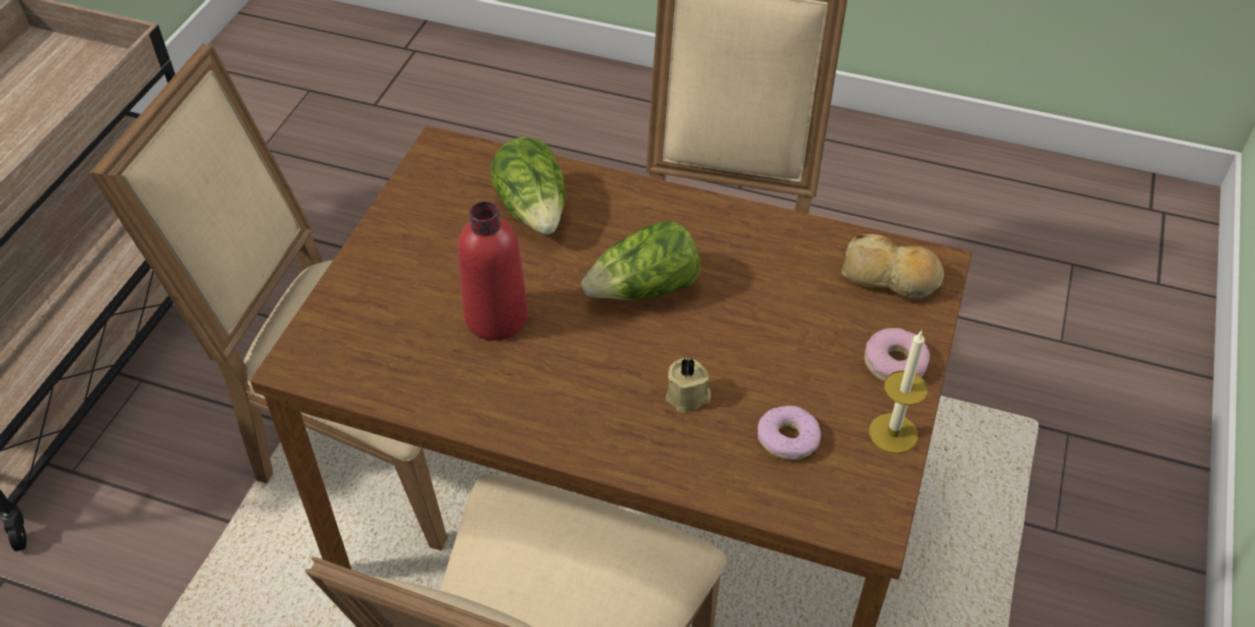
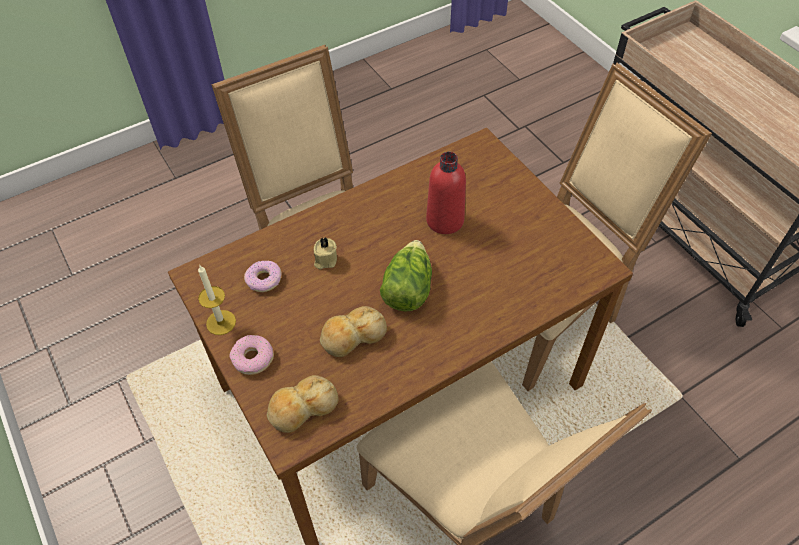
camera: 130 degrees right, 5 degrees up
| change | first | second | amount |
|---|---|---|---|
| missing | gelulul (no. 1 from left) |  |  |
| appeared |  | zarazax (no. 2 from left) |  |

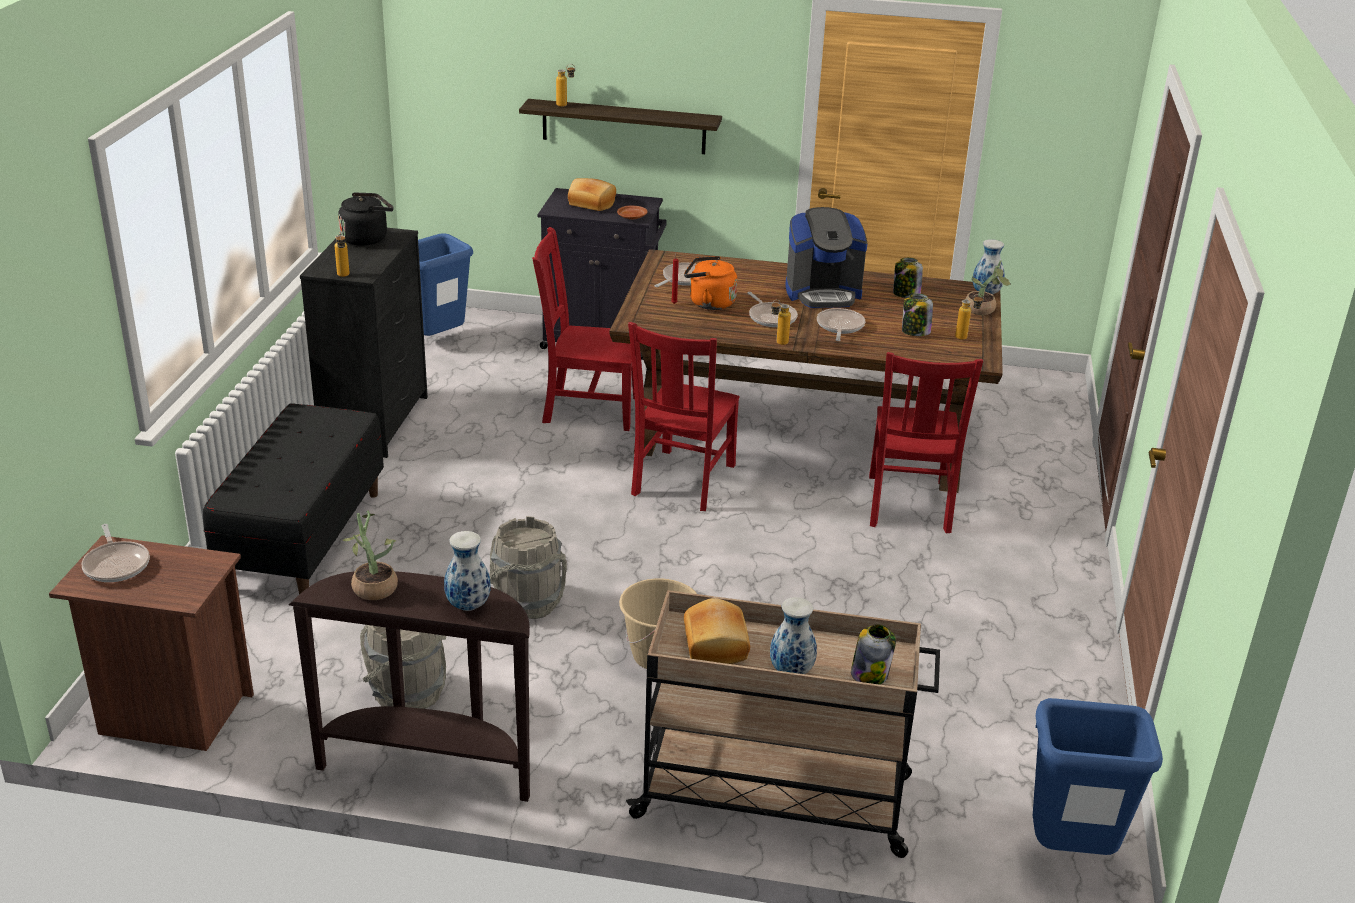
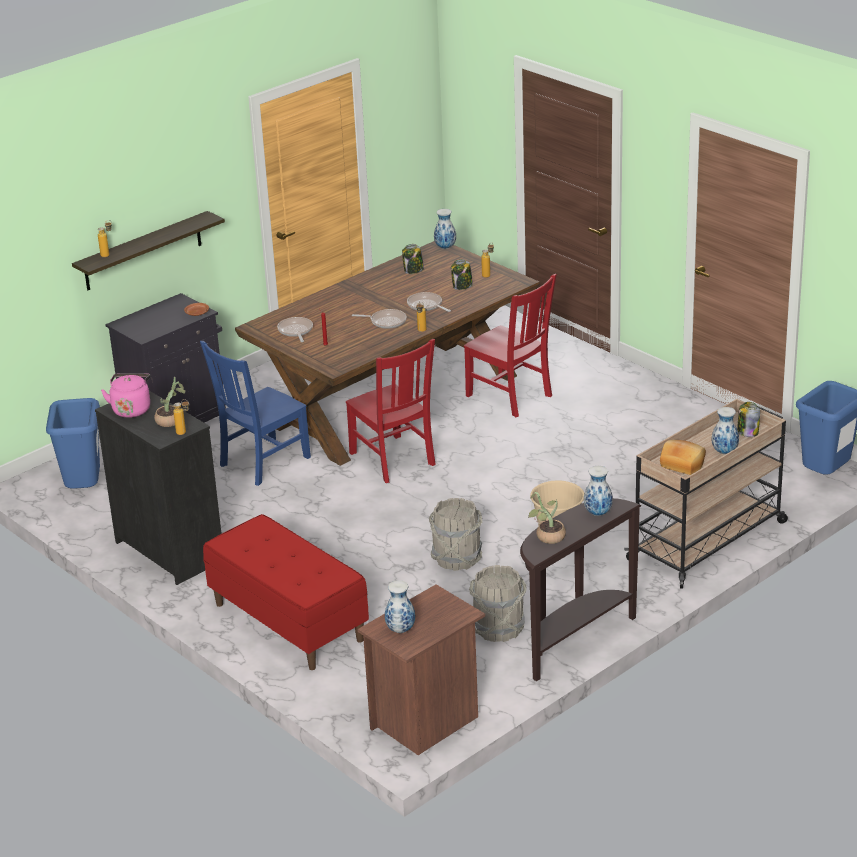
camera: 50 degrees left, 0 degrees up
| change | first | second | amount |
|---|---|---|---|
| missing | zarazax (no. 1 from left) |  |  |
| colour | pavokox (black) | pavokox (pink) |  |
| missing | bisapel |  |  |
| colour | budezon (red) (no. 1 from left) | budezon (blue) |  |
| missing | pavokox (orange) |  |  |
| relocated | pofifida (no. 2 from left in the first image) | pofifida (no. 1 from left) |  |
| colour | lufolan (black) | lufolan (red) |  |
| exchanged | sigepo (no. 1 from left) | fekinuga (no. 1 from left) |  |

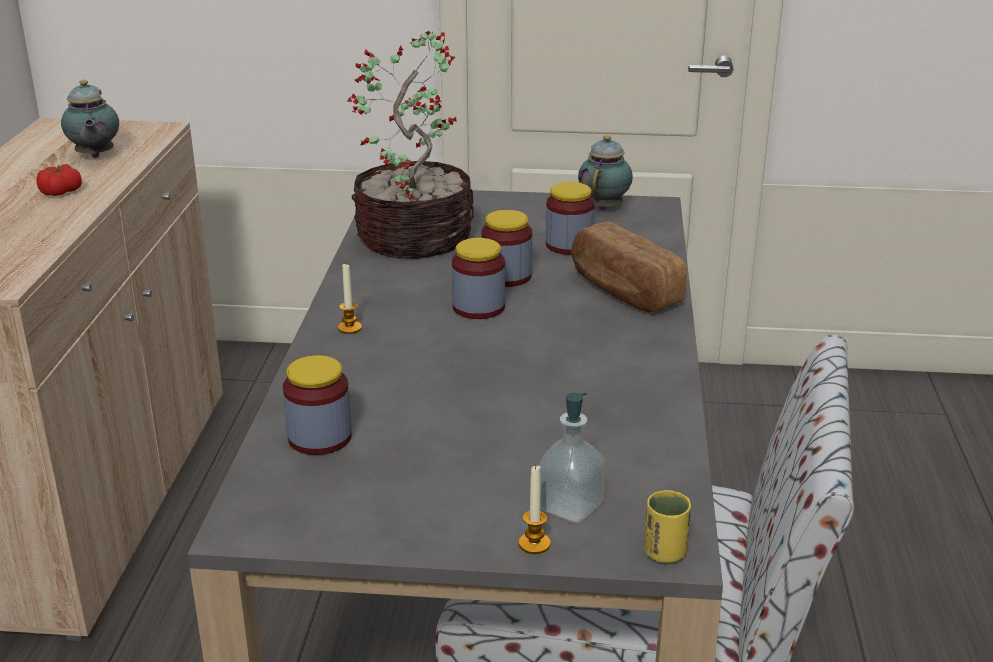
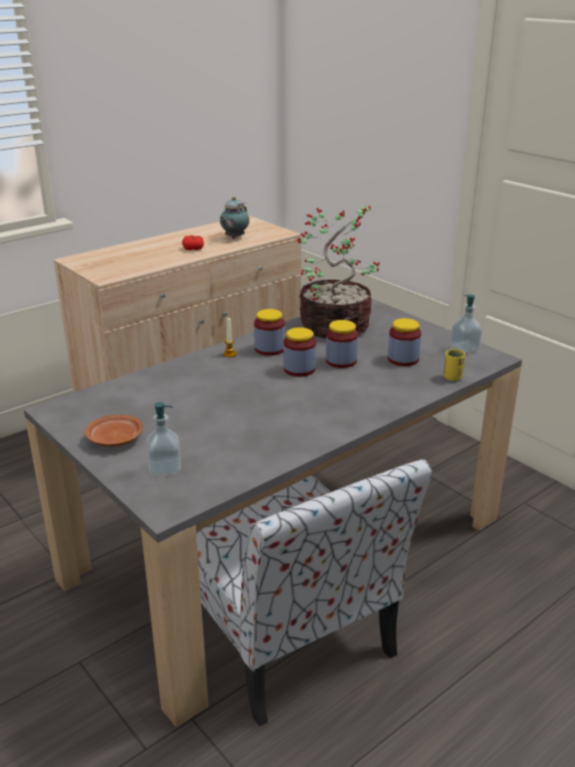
camera: 45 degrees right, 0 degrees up
| change | first | second | amount |
|---|---|---|---|
| exchanged | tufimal (no. 2 from left) | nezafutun (no. 2 from left) |  |
| missing | zarazax |  |  |
| relocated | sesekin (no. 1 from left) |  |  |
| missing | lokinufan (no. 2 from left) |  |  |
| relocated | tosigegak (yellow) |  |  |
| appeared |  | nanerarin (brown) |  |

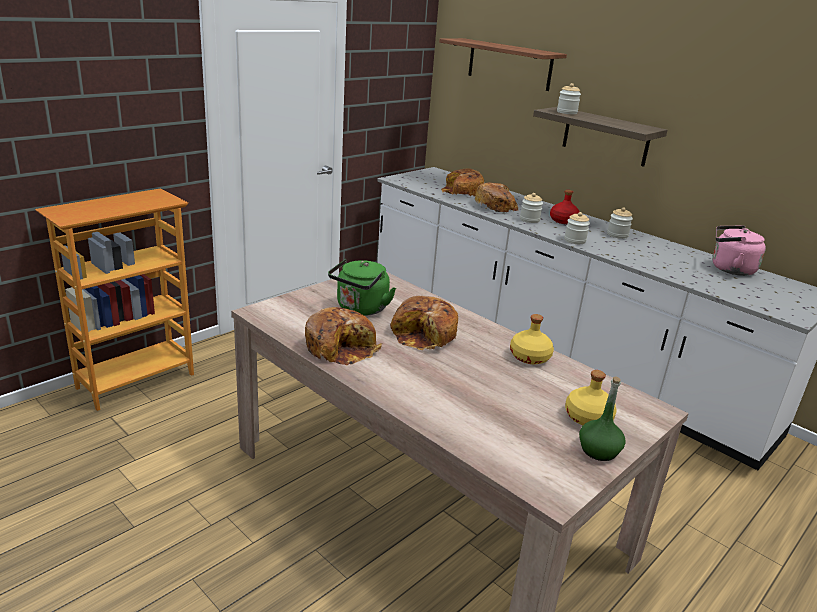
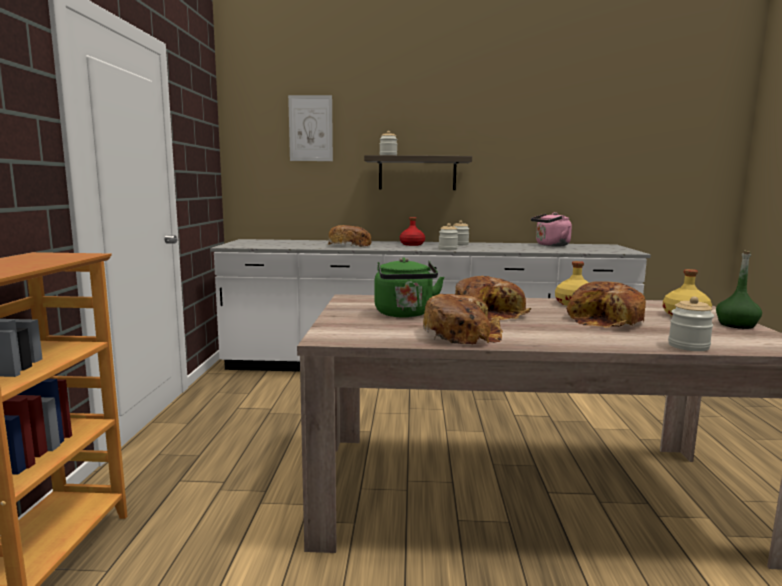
camera: 40 degrees left, 15 degrees down
| change | first | second | amount |
|---|---|---|---|
| exchanged | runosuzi (no. 1 from left) | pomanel |  |
| relocated | zarazax (no. 3 from left in the first image) | zarazax (no. 4 from left) |  |
| relocated | sesekin (no. 1 from left in the first image) | sesekin (no. 4 from left) |  |

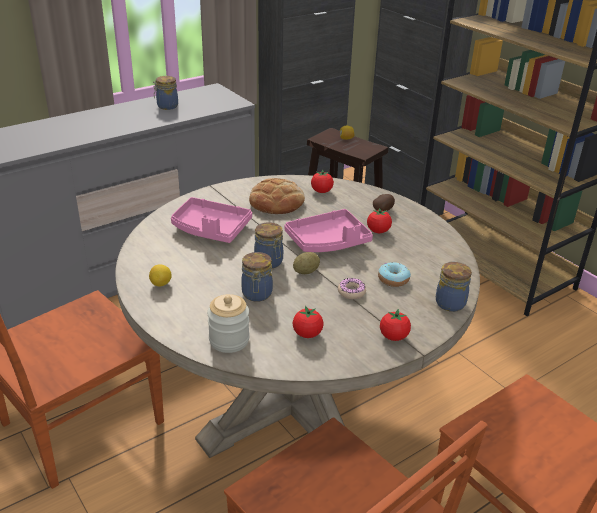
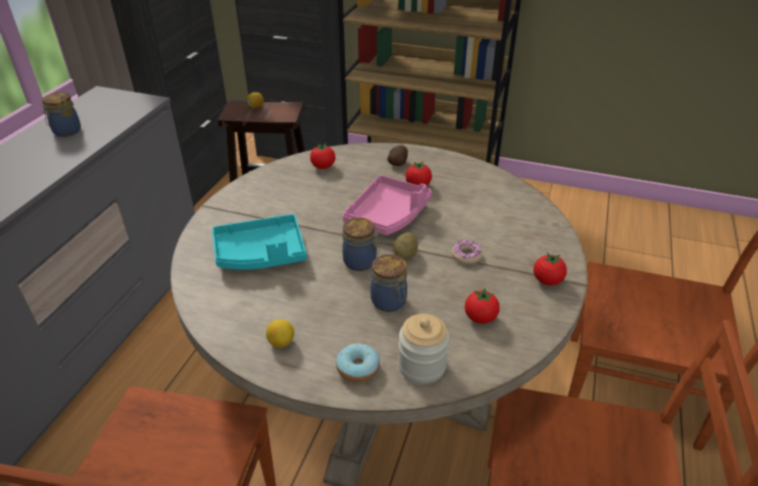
camera: 35 degrees left, 5 degrees up
| change | first | second | amount |
|---|---|---|---|
| missing | zarazax |  |  |
| colour | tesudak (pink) (no. 1 from left) | tesudak (turquoise) |  |
| relocated | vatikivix (no. 2 from left in the first image) | vatikivix (no. 1 from left) |  |
| missing | sesekin (no. 5 from left) |  |  |

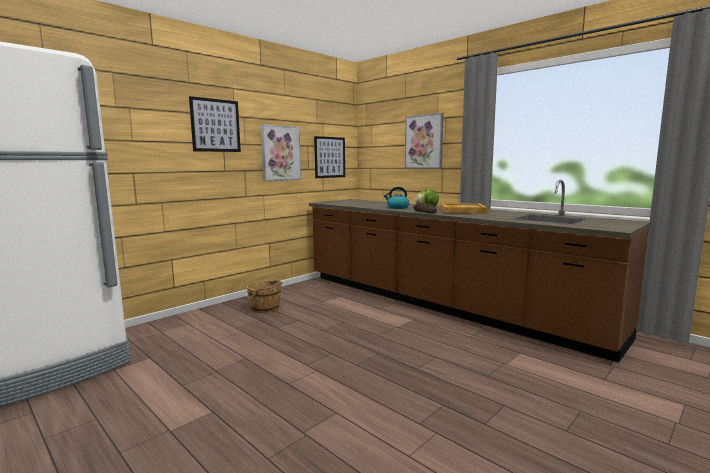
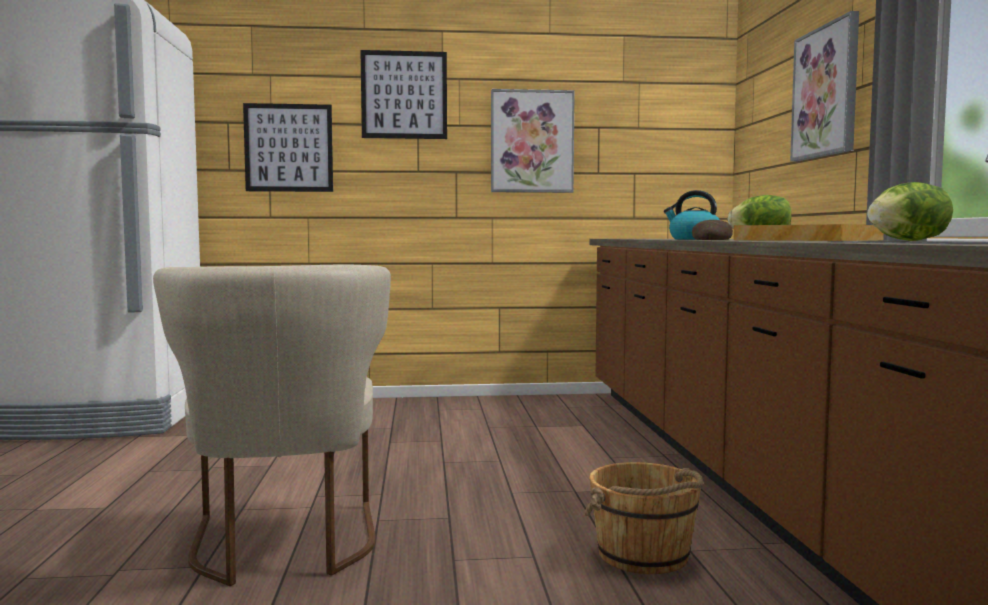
camera: 40 degrees right, 5 degrees down
| change | first | second | amount |
|---|---|---|---|
| relocated | pomanel (no. 3 from left in the first image) | pomanel (no. 1 from left) |  |
| relocated | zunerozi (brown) |  |  |
| appeared |  | gelulul (no. 2 from left) |  |
| appeared |  | budezon (beige) |  |

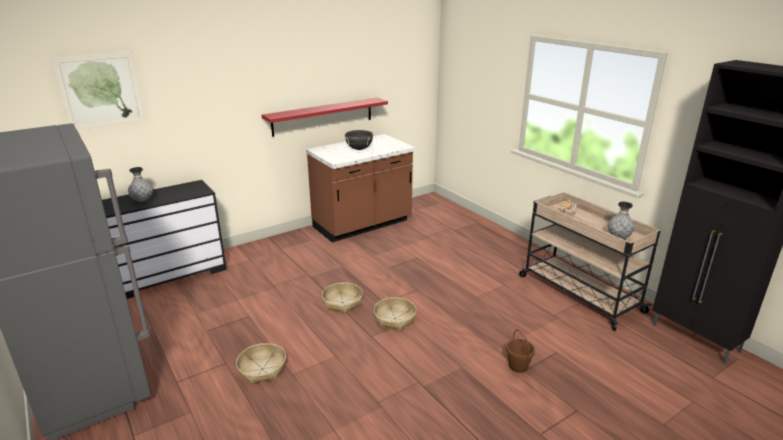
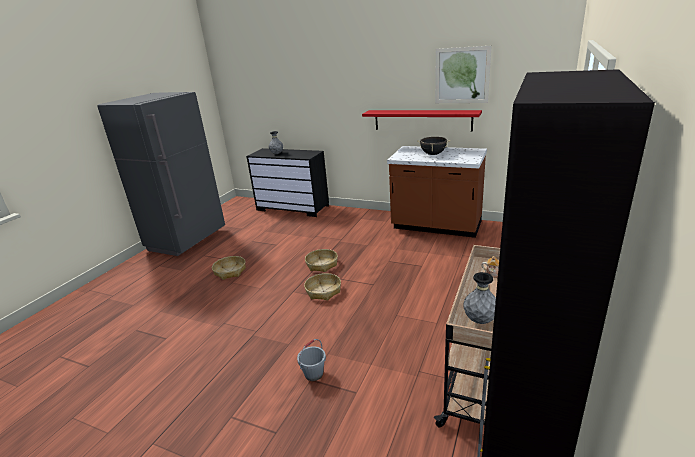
camera: 60 degrees right, 0 degrees up
| change | first | second | amount |
|---|---|---|---|
| relocated | pomanel |  |  |
| colour | zunerozi (brown) | zunerozi (grey) |  |

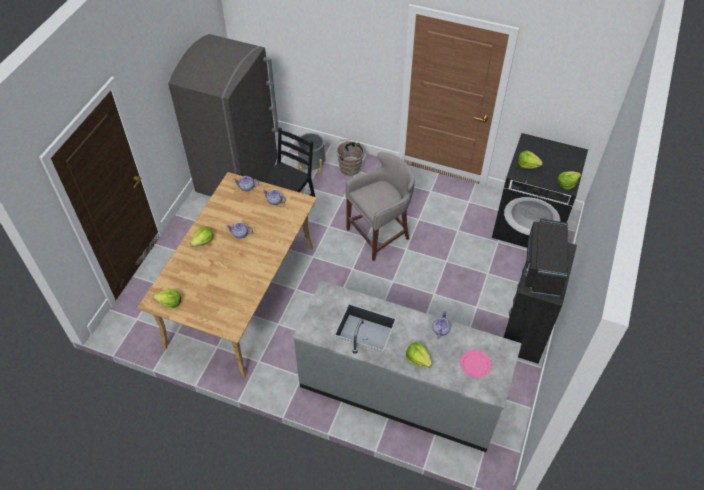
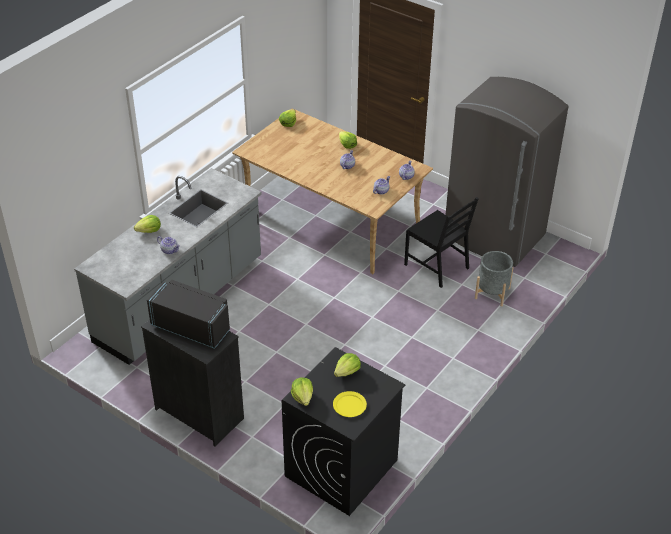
camera: 105 degrees right, 10 degrees down
| change | first | second | amount |
|---|---|---|---|
| missing | zunerozi (brown) |  |  |
| missing | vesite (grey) |  |  |
| missing | nanerarin (pink) |  |  |
| appeared |  | nanerarin (yellow) |  |

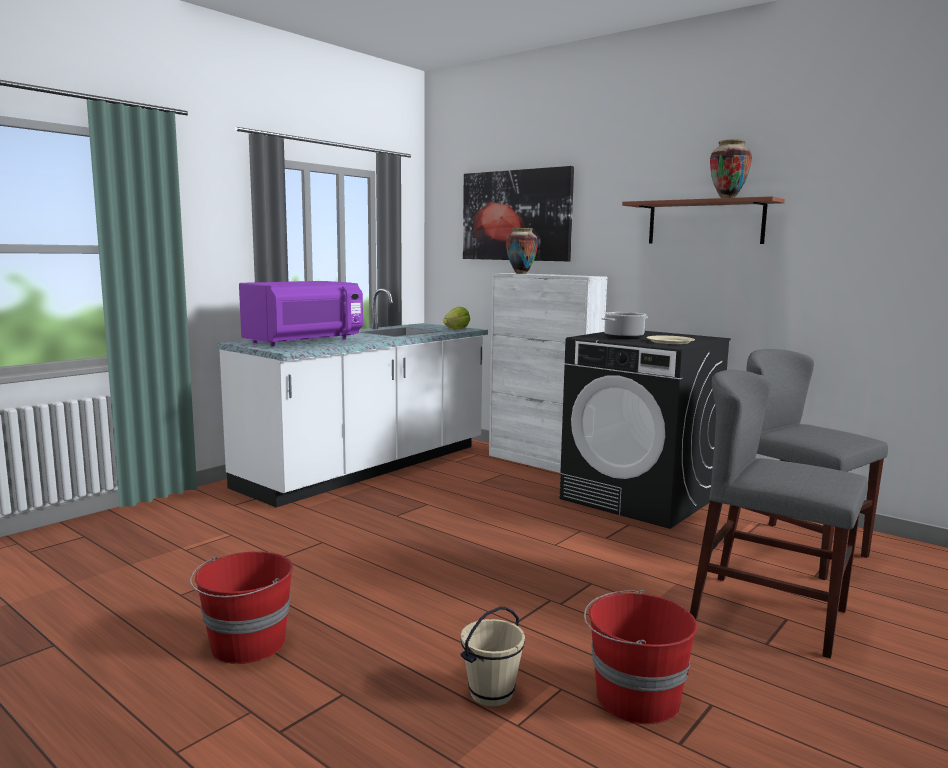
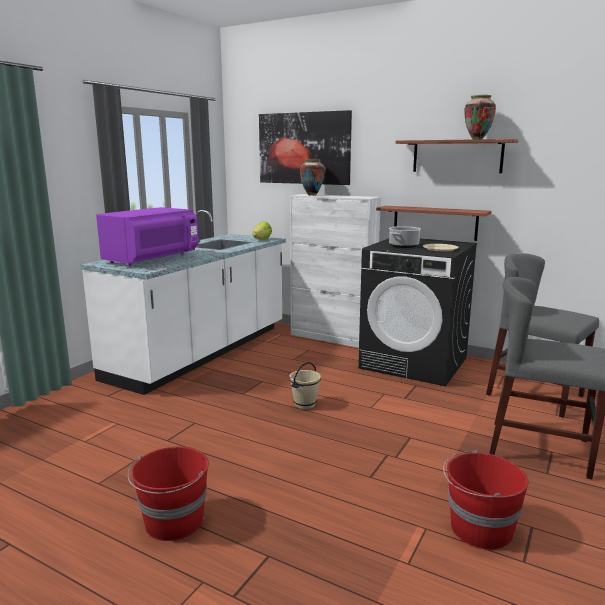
camera: 10 degrees left, 5 degrees up
| change | first | second | amount |
|---|---|---|---|
| relocated | zunerozi (beige) |  |  |
| appeared |  | runosuzi (no. 1 from left) |  |

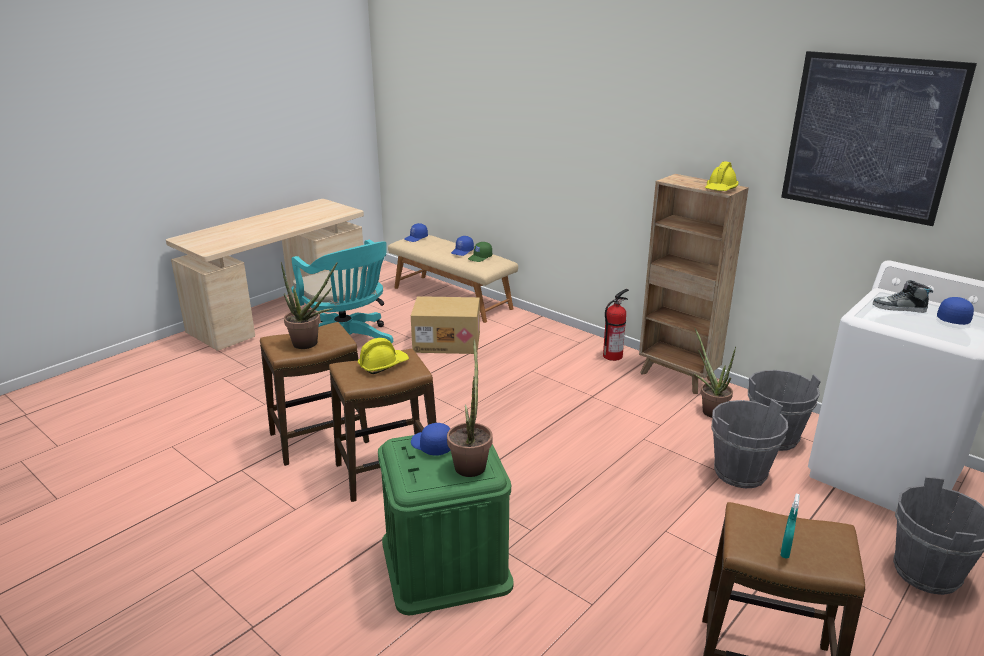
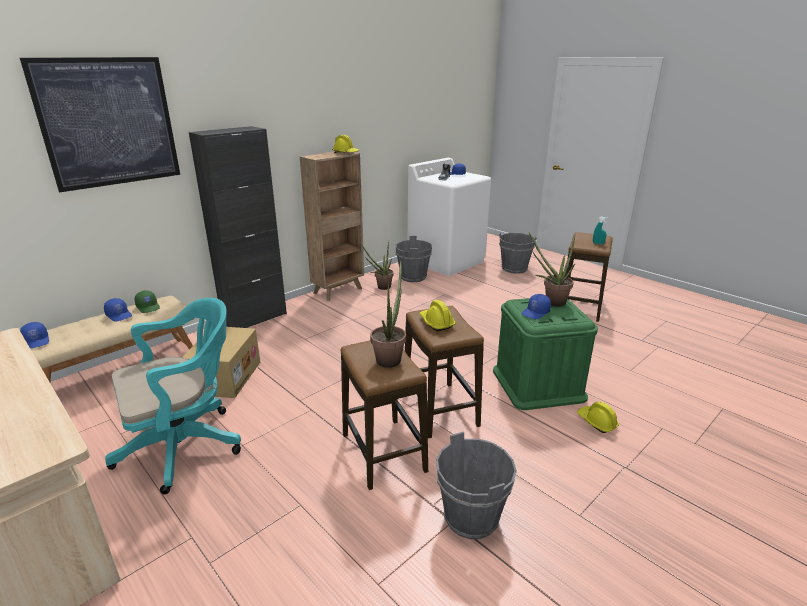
camera: 85 degrees left, 0 degrees up
| change | first | second | amount |
|---|---|---|---|
| relocated | pomanel |  |  |
| missing | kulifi |  |  |
| relocated | zunerozi (grey) (no. 1 from left in the first image) | zunerozi (grey) (no. 2 from left) |  |
| appeared |  | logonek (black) |  |
| appeared |  | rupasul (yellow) (no. 3 from left) |  |

